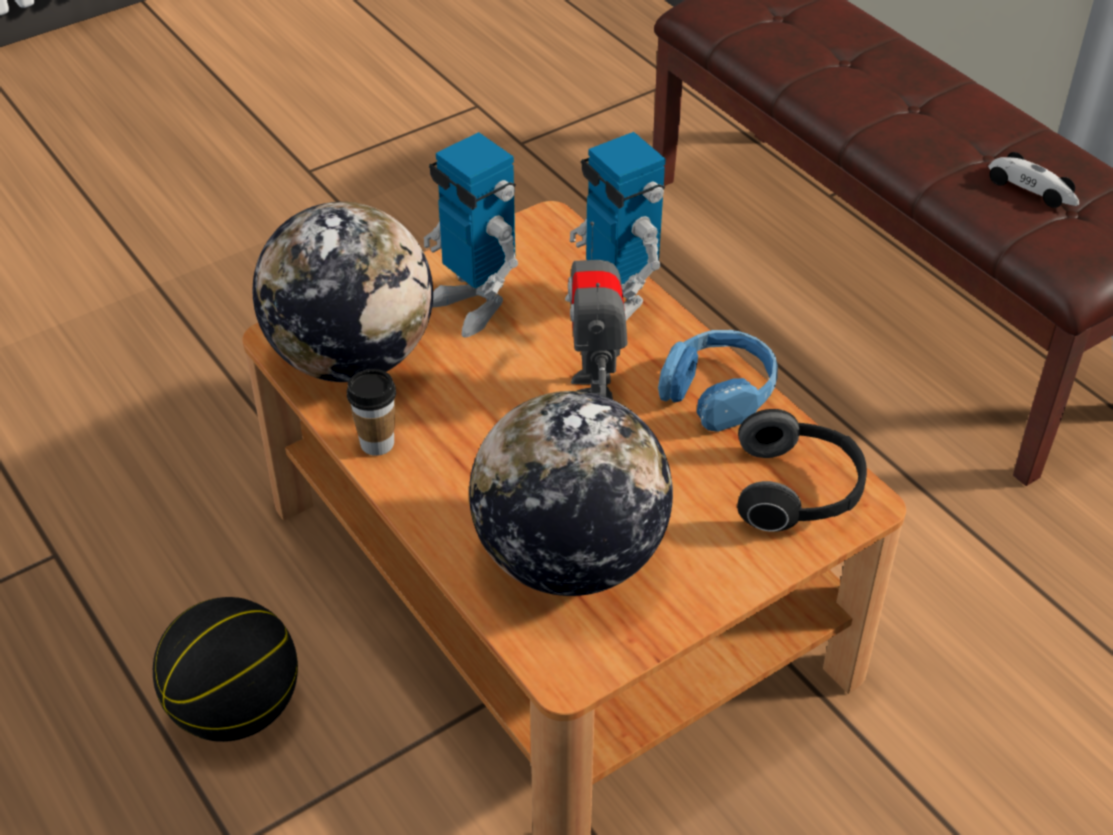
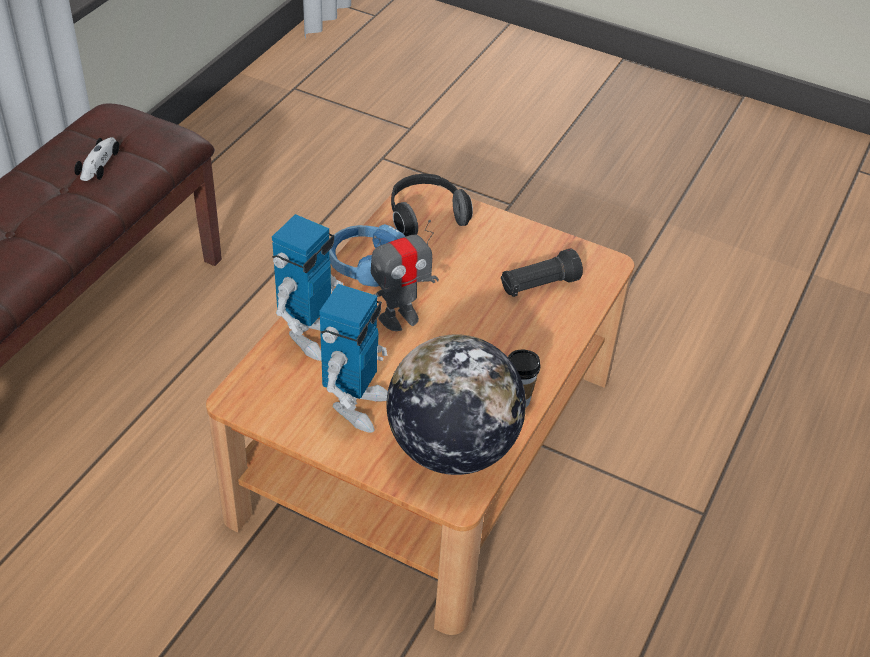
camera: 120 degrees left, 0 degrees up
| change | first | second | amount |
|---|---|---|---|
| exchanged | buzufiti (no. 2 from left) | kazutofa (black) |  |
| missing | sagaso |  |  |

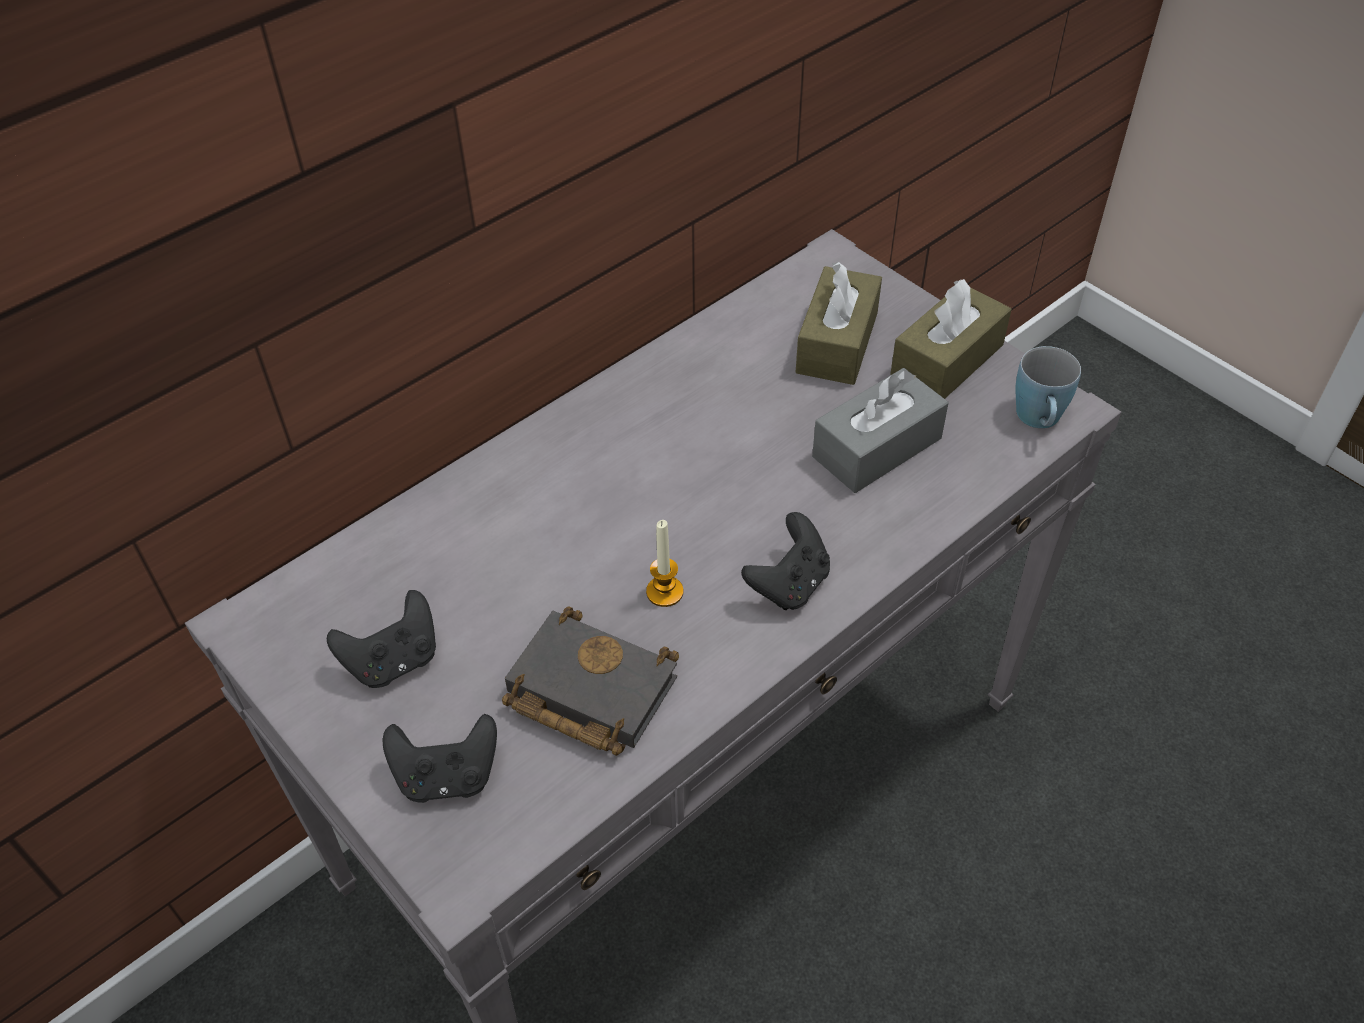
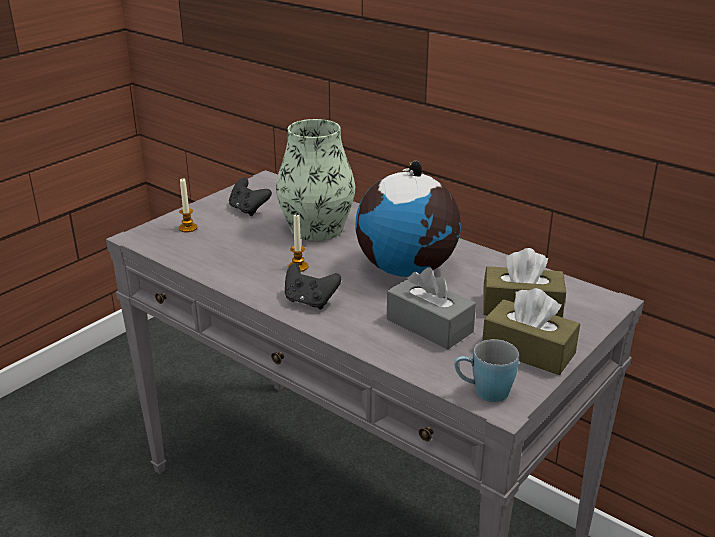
camera: 80 degrees right, 20 degrees down
| change | first | second | amount |
|---|---|---|---|
| missing | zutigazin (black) |  |  |
| exchanged | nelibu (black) (no. 2 from left) | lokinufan (no. 1 from left) |  |
| appeared |  | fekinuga |  |
| appeared |  | buzufiti |  |

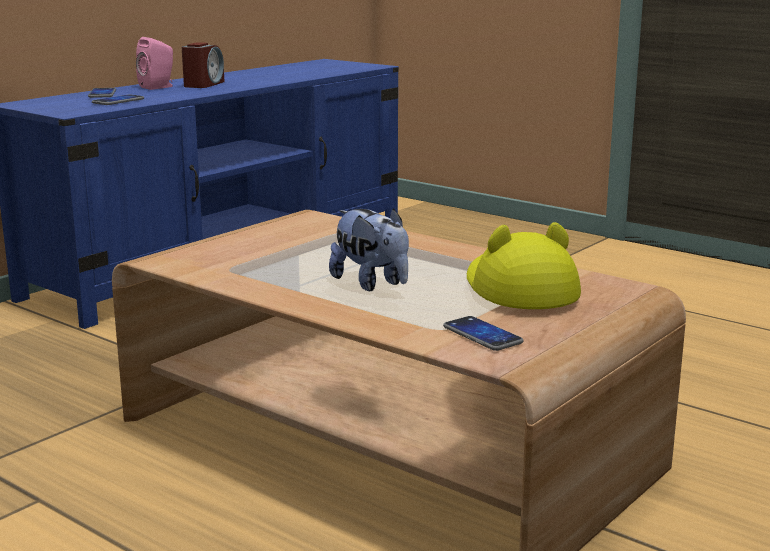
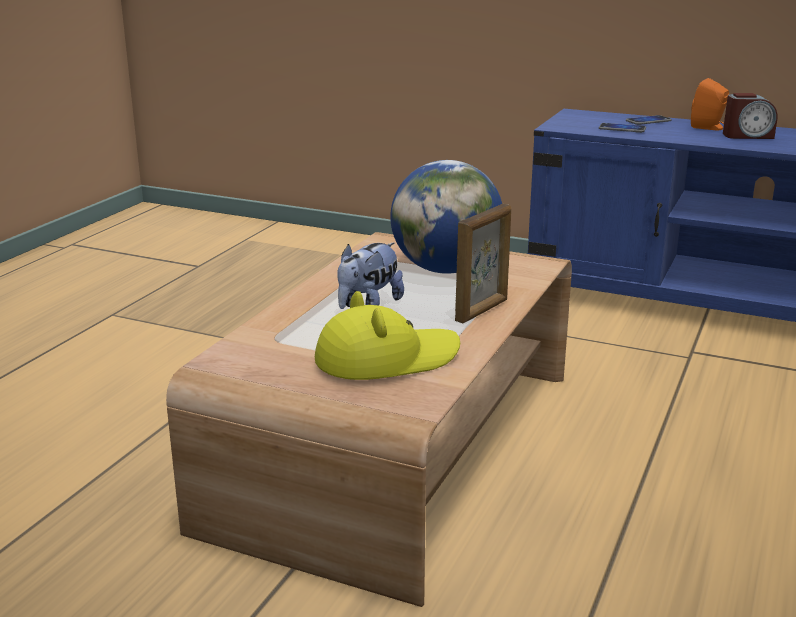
camera: 75 degrees right, 5 degrees up
| change | first | second | amount |
|---|---|---|---|
| colour | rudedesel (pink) | rudedesel (orange) |  |
| missing | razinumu (no. 3 from left) |  |  |
| appeared |  | buzufiti |  |
| appeared |  | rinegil |  |

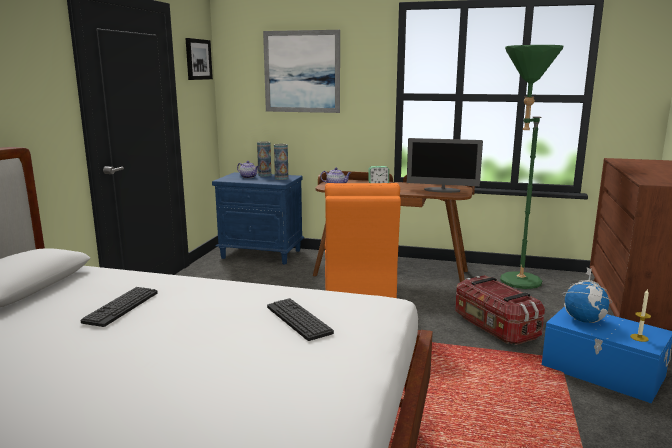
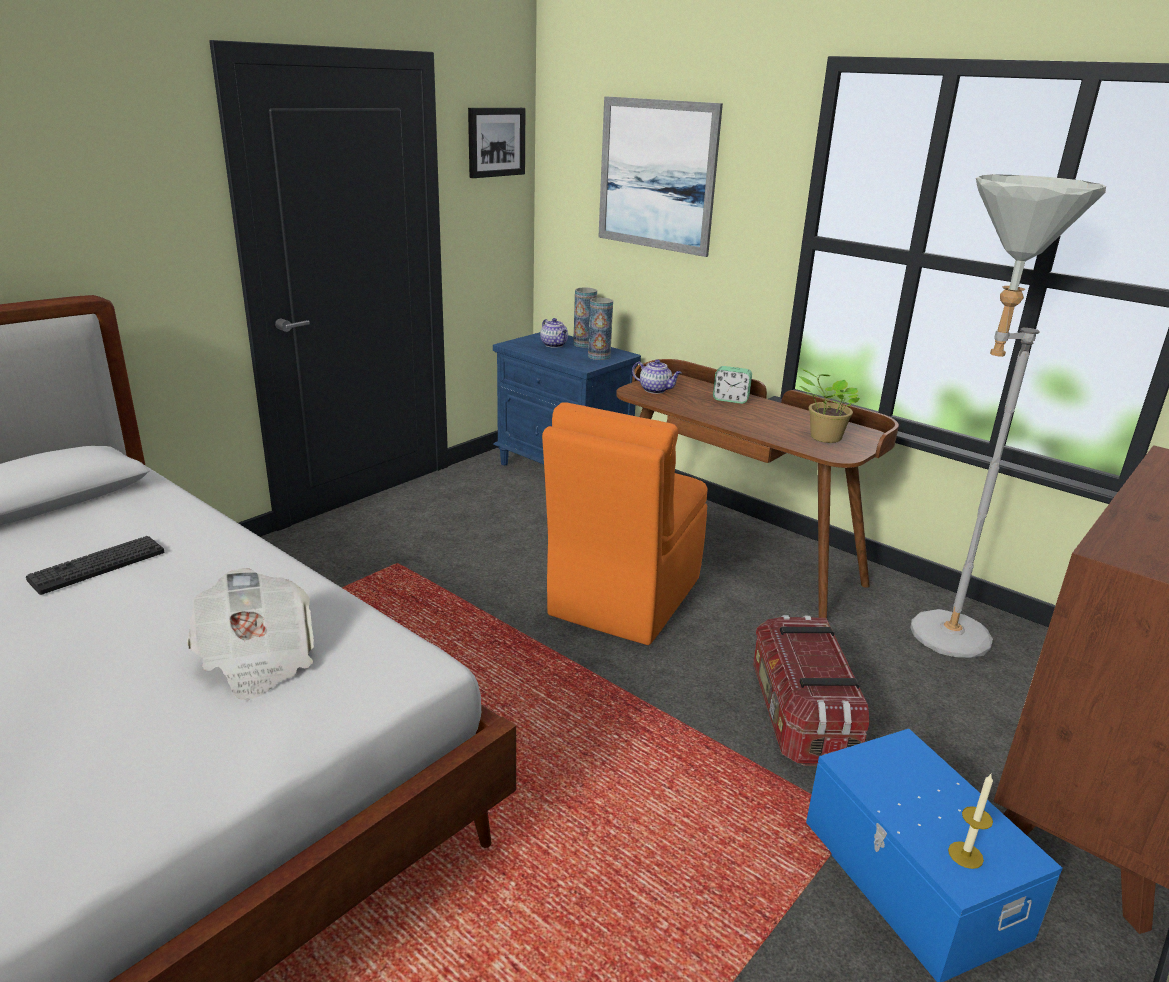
camera: 25 degrees right, 10 degrees up
| change | first | second | amount |
|---|---|---|---|
| colour | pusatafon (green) | pusatafon (grey) |  |
| exchanged | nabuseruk | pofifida |  |
| missing | buzufiti |  |  |
| exchanged | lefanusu (no. 2 from left) | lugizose |  |

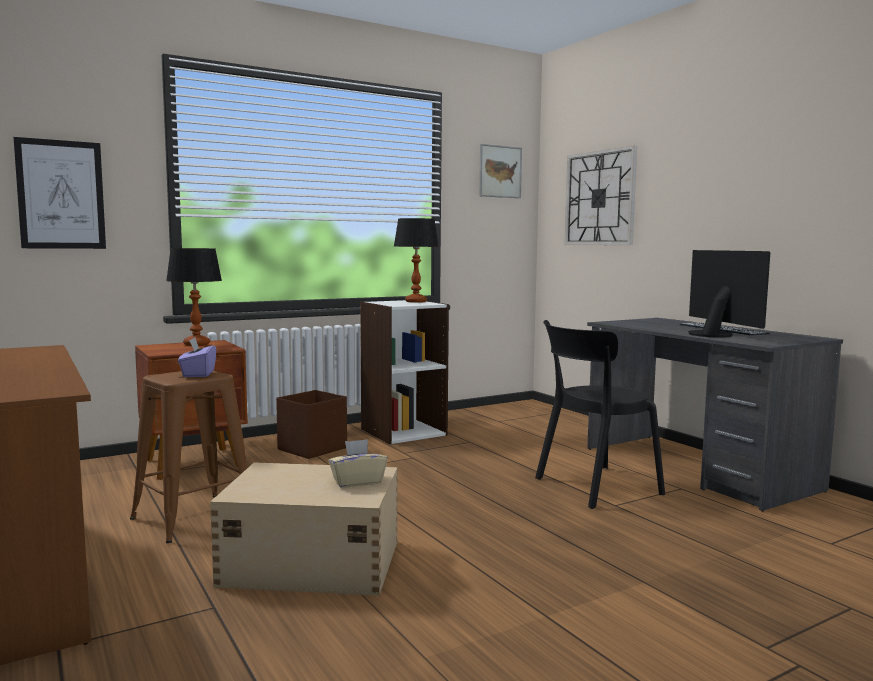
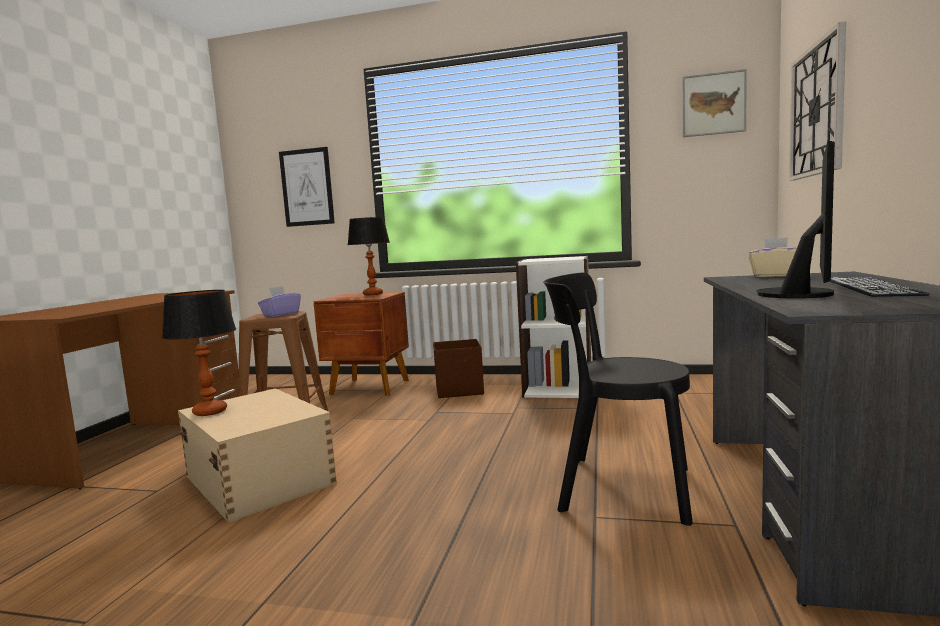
camera: 45 degrees right, 0 degrees up
| change | first | second | amount |
|---|---|---|---|
| relocated | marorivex (no. 2 from left in the first image) | marorivex (no. 1 from left) |  |
| relocated | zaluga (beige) |  |  |

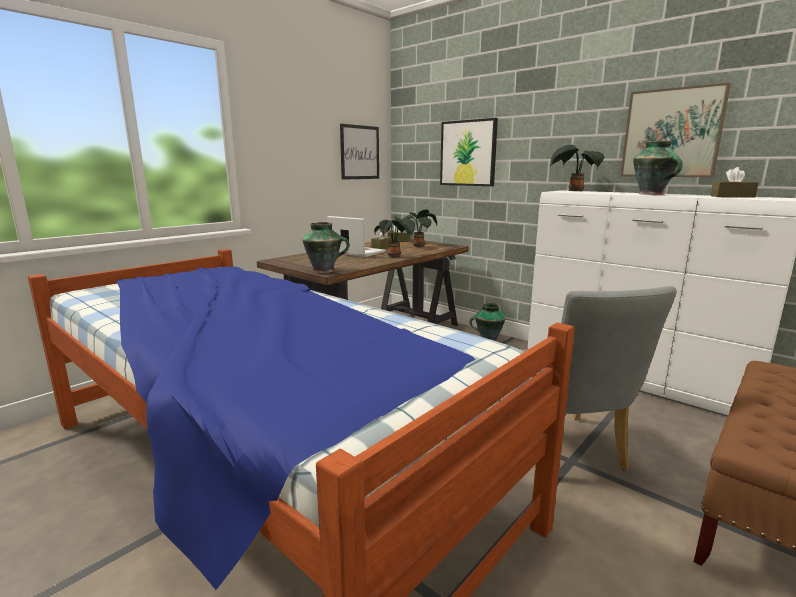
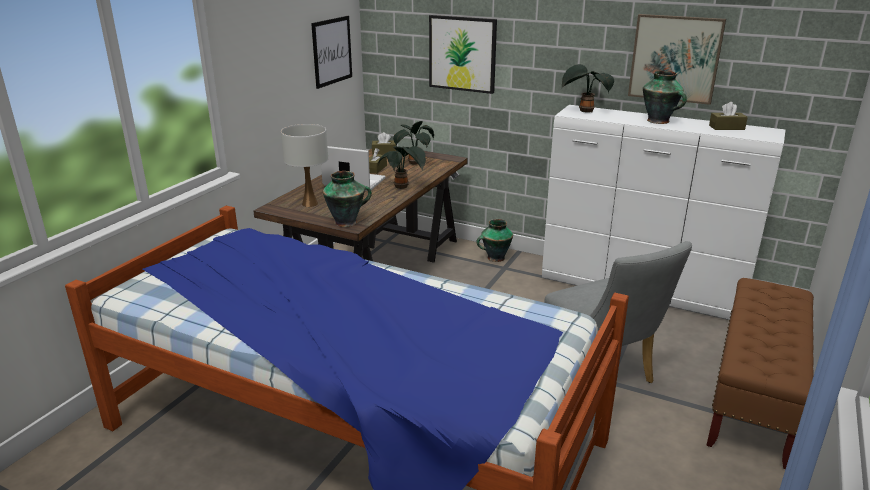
camera: 15 degrees left, 10 degrees up
| change | first | second | amount |
|---|---|---|---|
| appeared |  | marorivex (white) |  |

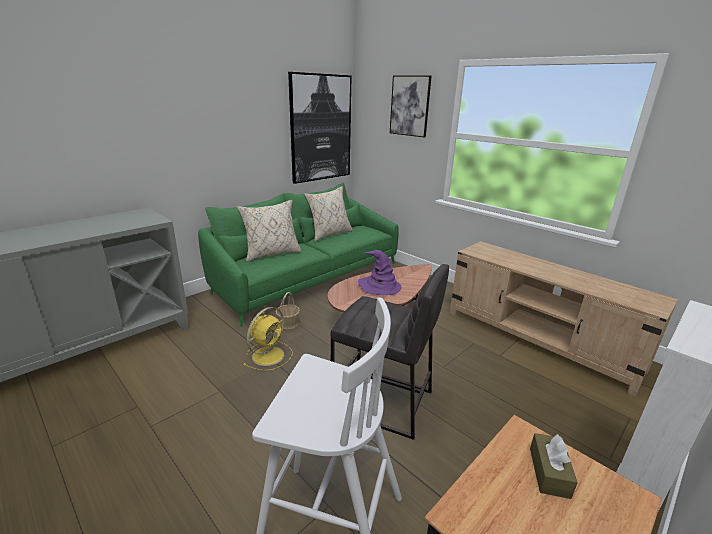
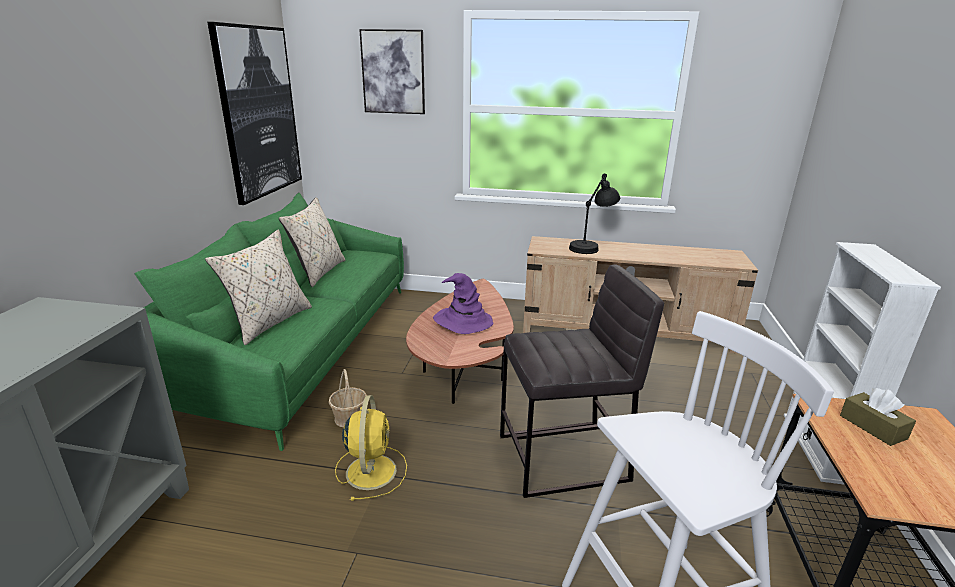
camera: 35 degrees left, 0 degrees up
| change | first | second | amount |
|---|---|---|---|
| appeared |  | marorivex (black) |  |

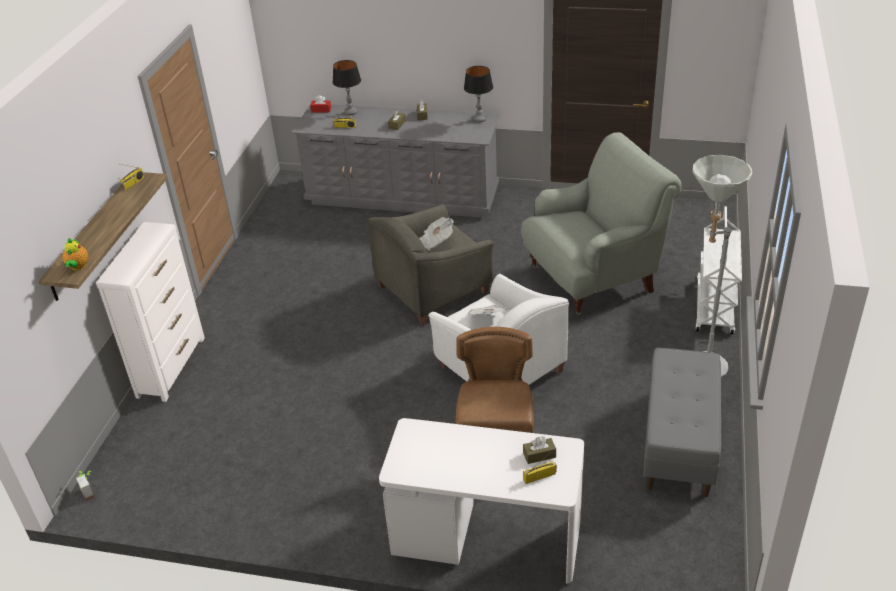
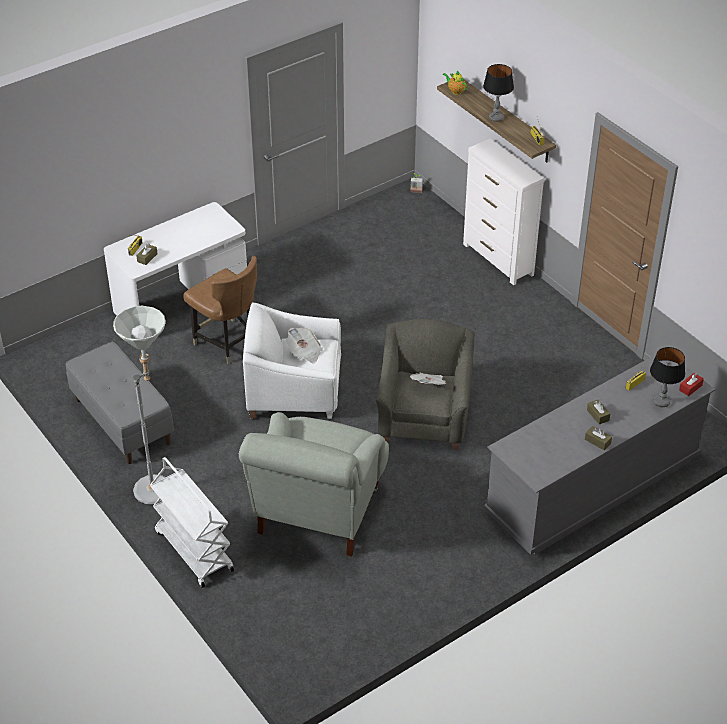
camera: 130 degrees right, 5 degrees up
| change | first | second | amount |
|---|---|---|---|
| relocated | marorivex (no. 2 from left in the first image) | marorivex (no. 1 from left) |  |

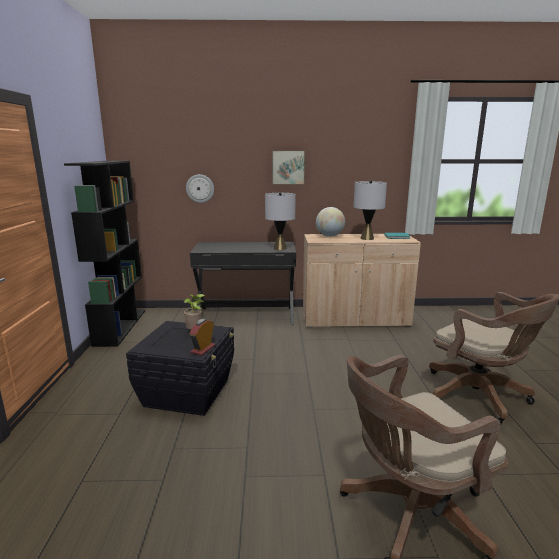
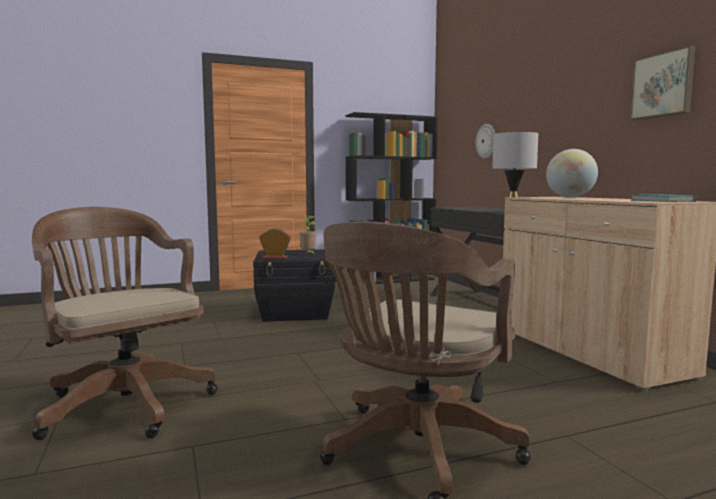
camera: 70 degrees right, 10 degrees down
| change | first | second | amount |
|---|---|---|---|
| relocated | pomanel |  |  |
| missing | marorivex (grey) (no. 2 from left) |  |  |

